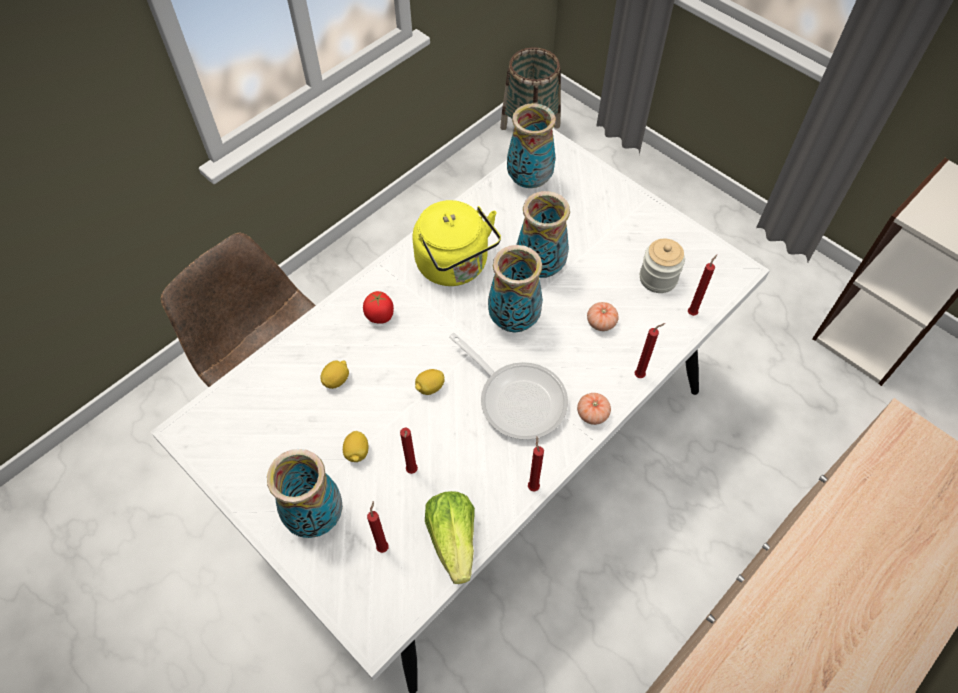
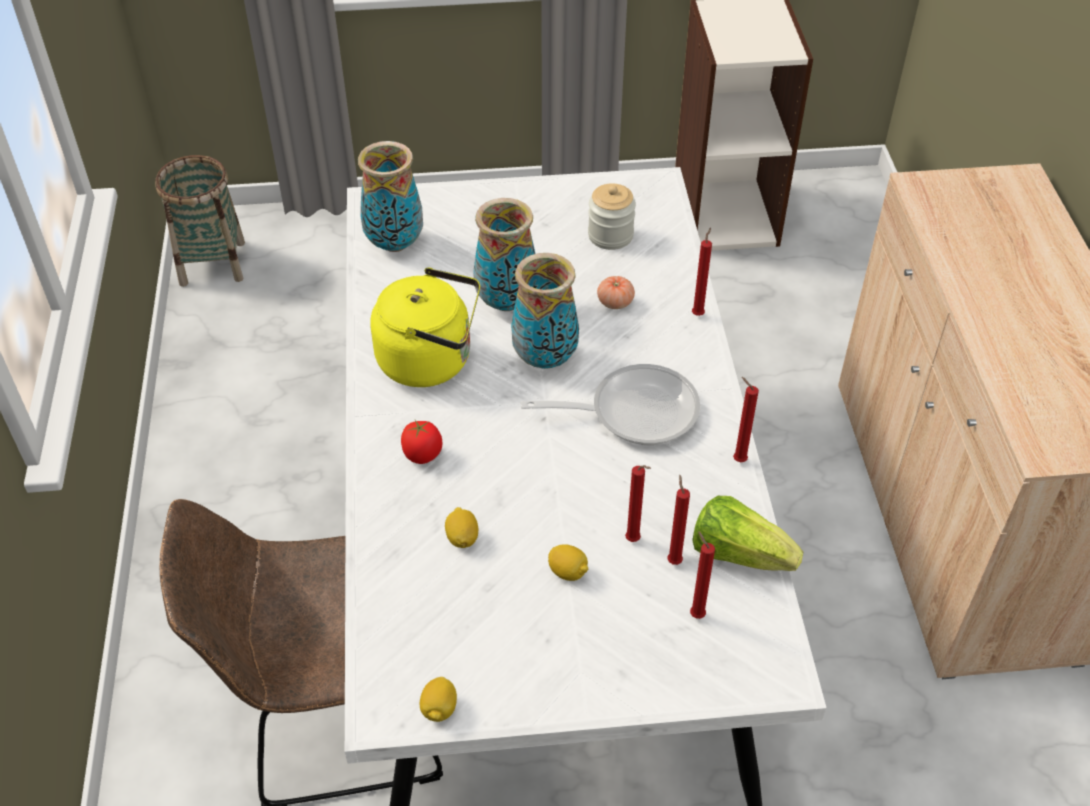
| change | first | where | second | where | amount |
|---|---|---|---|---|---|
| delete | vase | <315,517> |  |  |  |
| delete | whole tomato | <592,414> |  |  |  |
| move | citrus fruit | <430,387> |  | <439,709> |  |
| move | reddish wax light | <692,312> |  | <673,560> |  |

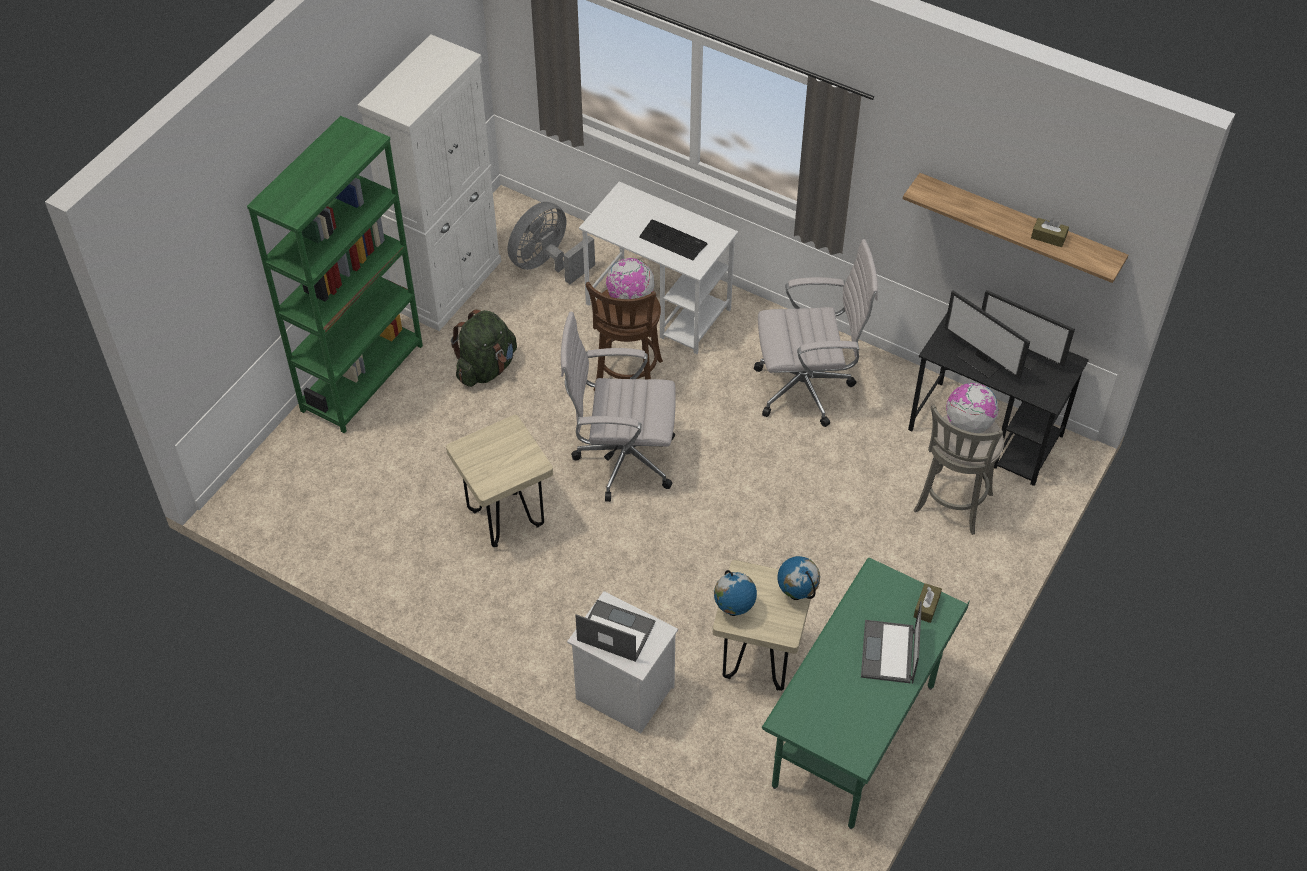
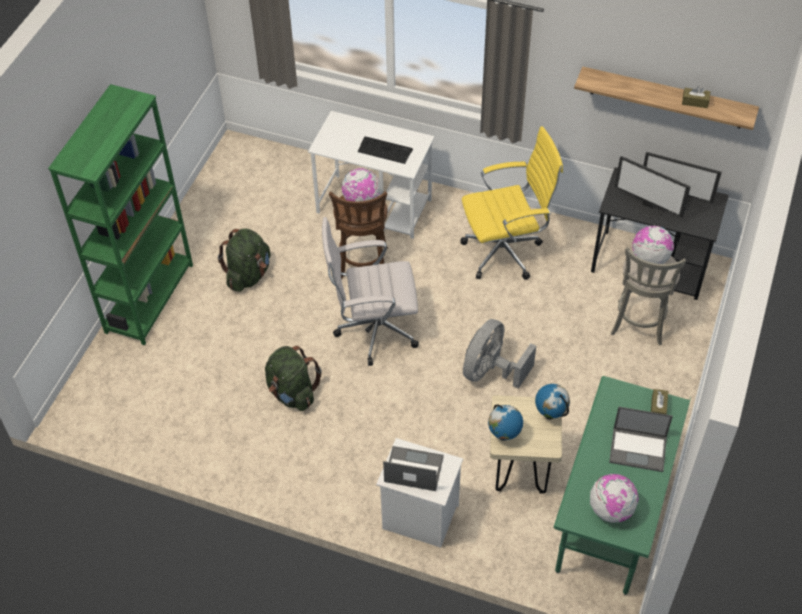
| change | first | where | second | where | amount |
|---|---|---|---|---|---|
| delete | white cabinet | <448,285> |  |  |  |
| insert |  |  | globe | <611,509> |  |
| move | greyish cooling fan | <547,264> |  | <491,371> |  |
| replace | sand-coloured stool | <506,519> | green-coloured knapsack | <292,393> |  |
| recolor | white desk chair | <808,388> | yellow desk chair | <506,252> |  |
| rotate | laptop | <889,653> |  | <638,449> | 75 degrees counterclockwise |

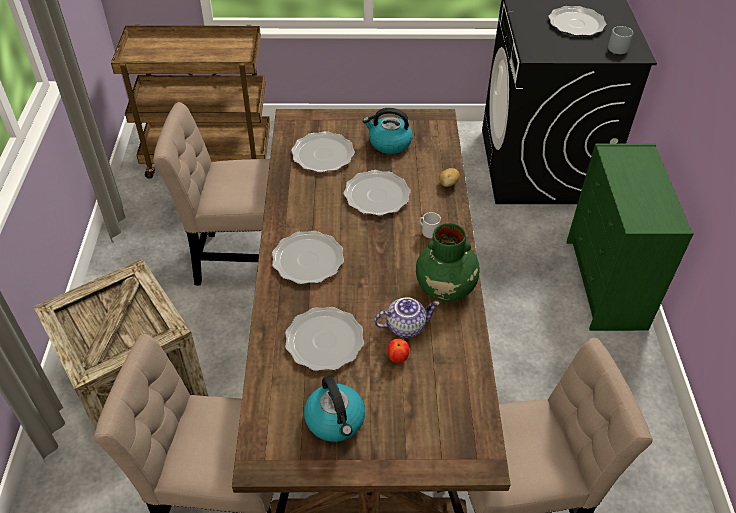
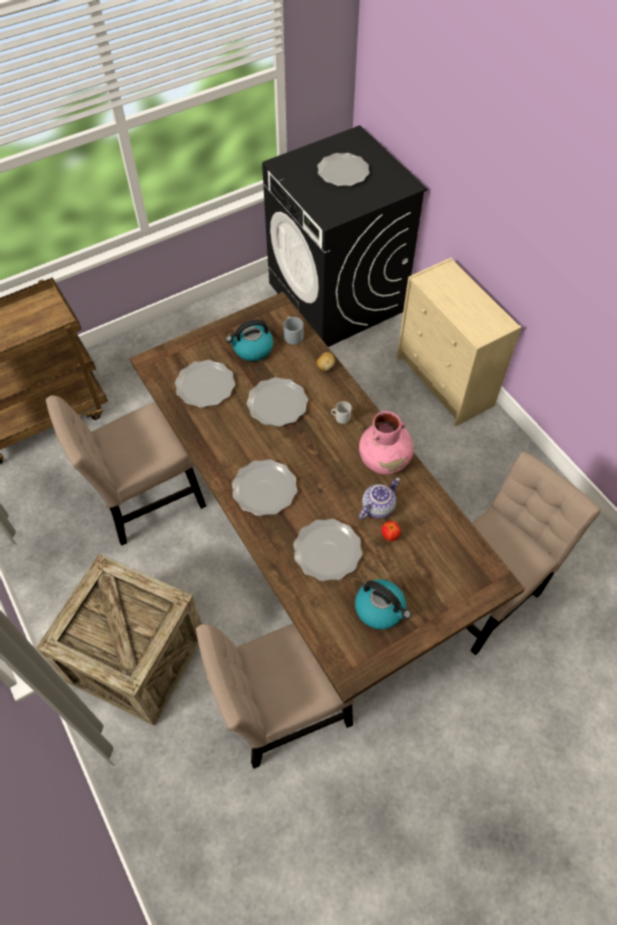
| change | first | where | second | where | amount |
|---|---|---|---|---|---|
| move | greyish coffee mug | <617,46> |  | <292,334> |  |
| recolor | green-coloured vase | <445,288> | pink vase | <384,460> |  |
| recolor | green-coloured chest of drawers | <605,285> | sand-coloured chest of drawers | <445,382> |  |

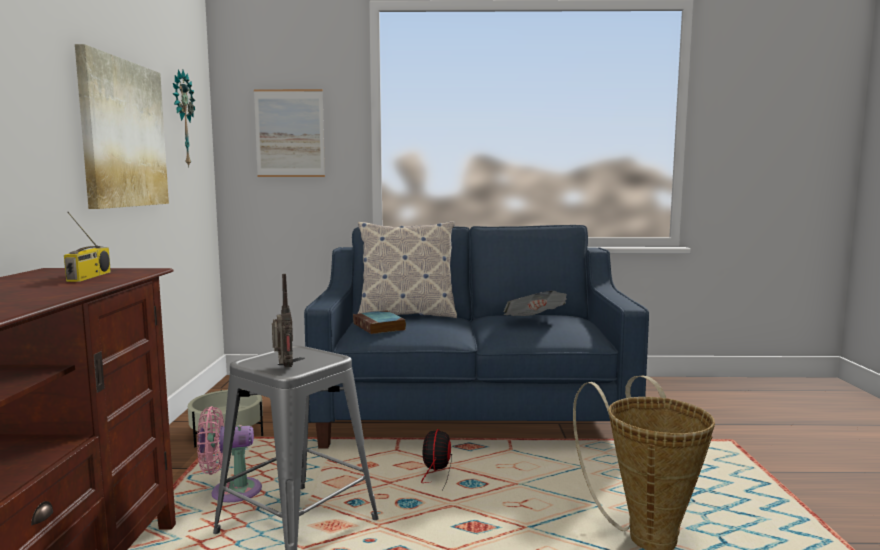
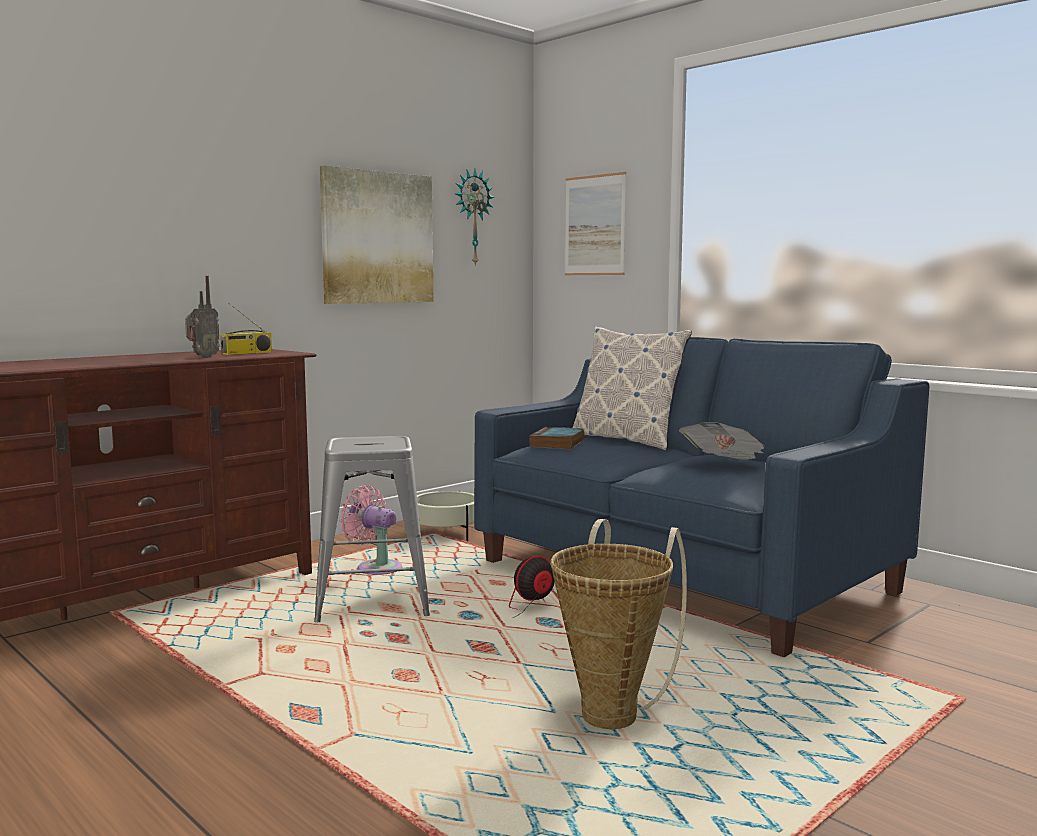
| change | first | where | second | where | amount |
|---|---|---|---|---|---|
| move | radio receiver | <283,367> |  | <202,357> |  |

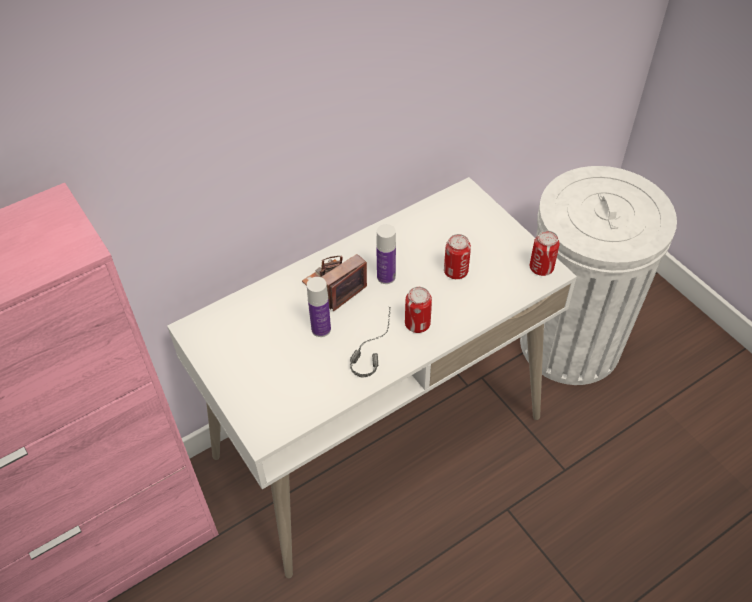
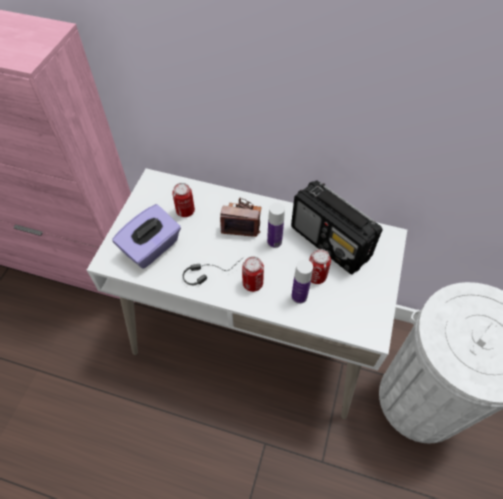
| change | first | where | second | where | amount |
|---|---|---|---|---|---|
| insert |  |  | purplish tissue box | <152,248> |  |
| insert |  |  | radio receiver | <330,243> |  |
| move | bottle | <321,329> |  | <299,296> |  |
| move | sealed can | <541,268> |  | <185,211> |  |

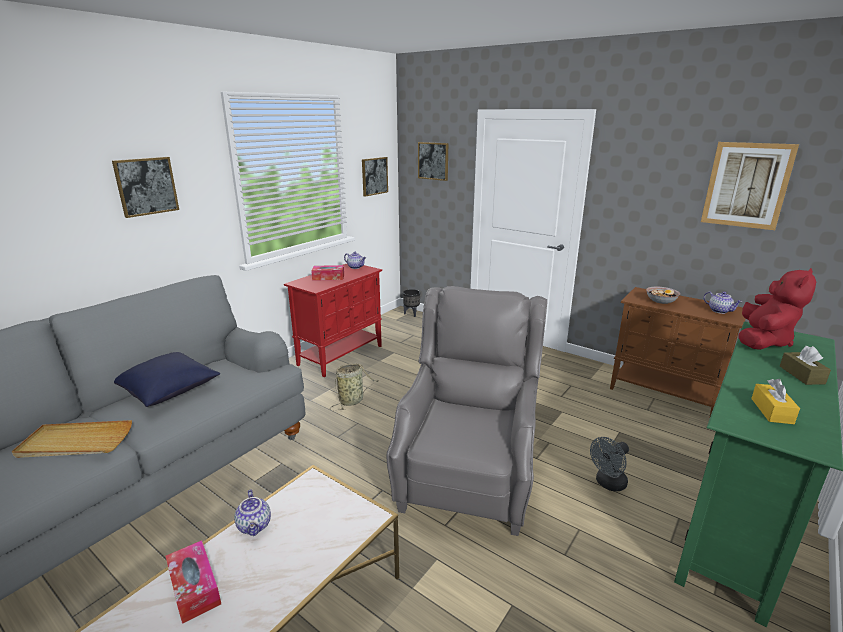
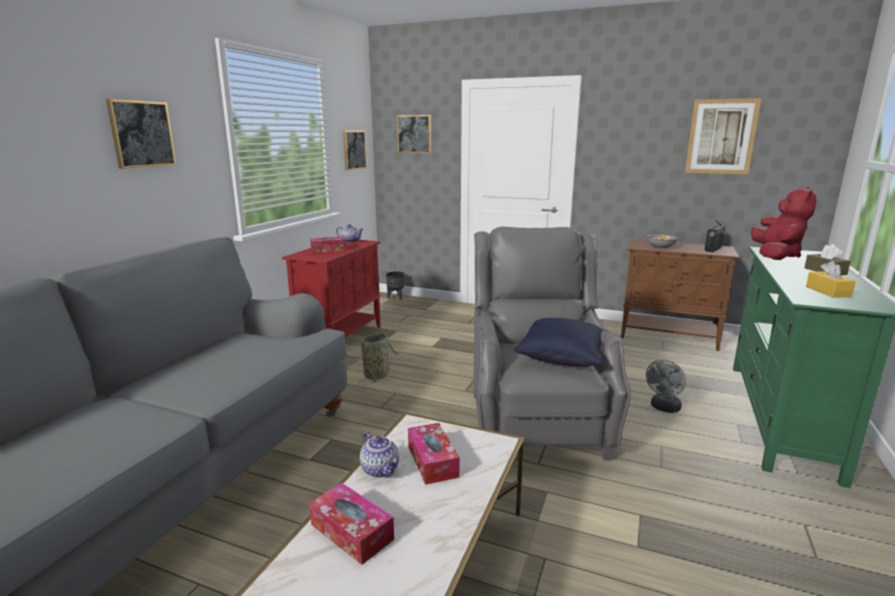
| change | first | where | second | where | amount |
|---|---|---|---|---|---|
| delete | sand-coloured tray | <75,442> |  |  |  |
| insert |  |  | tissue box | <432,461> |  |
| move | blue-coloured cushion | <169,391> |  | <562,357> |  |
| replace | pot for tea | <720,311> | radio receiver | <713,249> |  |

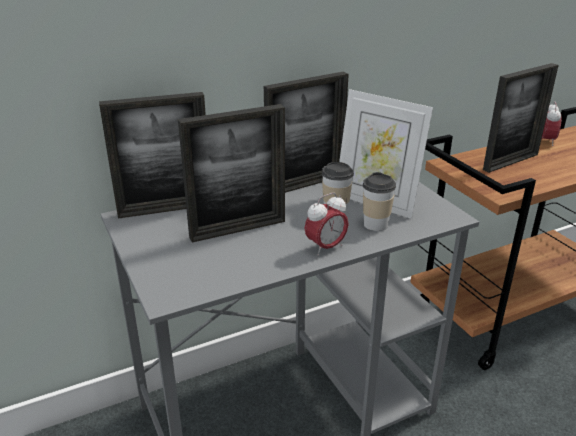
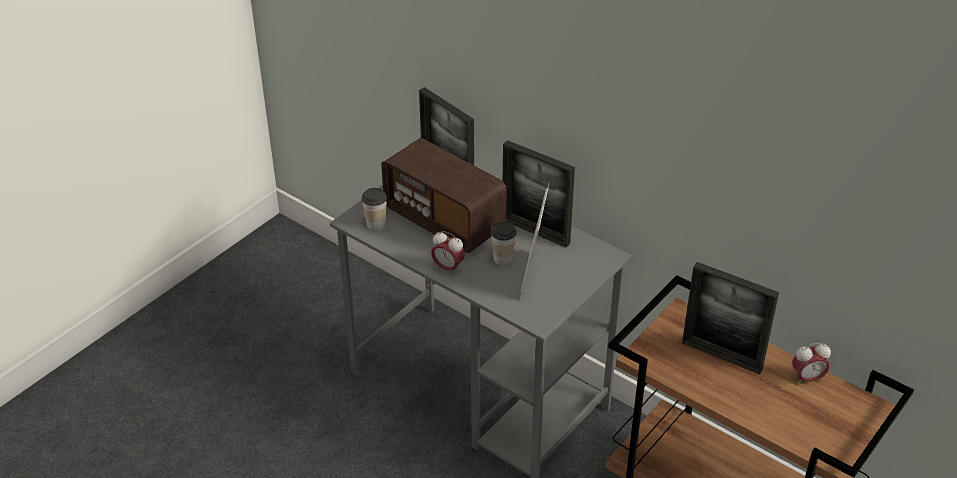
| change | first | where | second | where | amount |
|---|---|---|---|---|---|
| move | small cup | <375,224> |  | <376,224> |  |
| replace | photo frame | <238,229> | radio receiver | <444,221> |  |

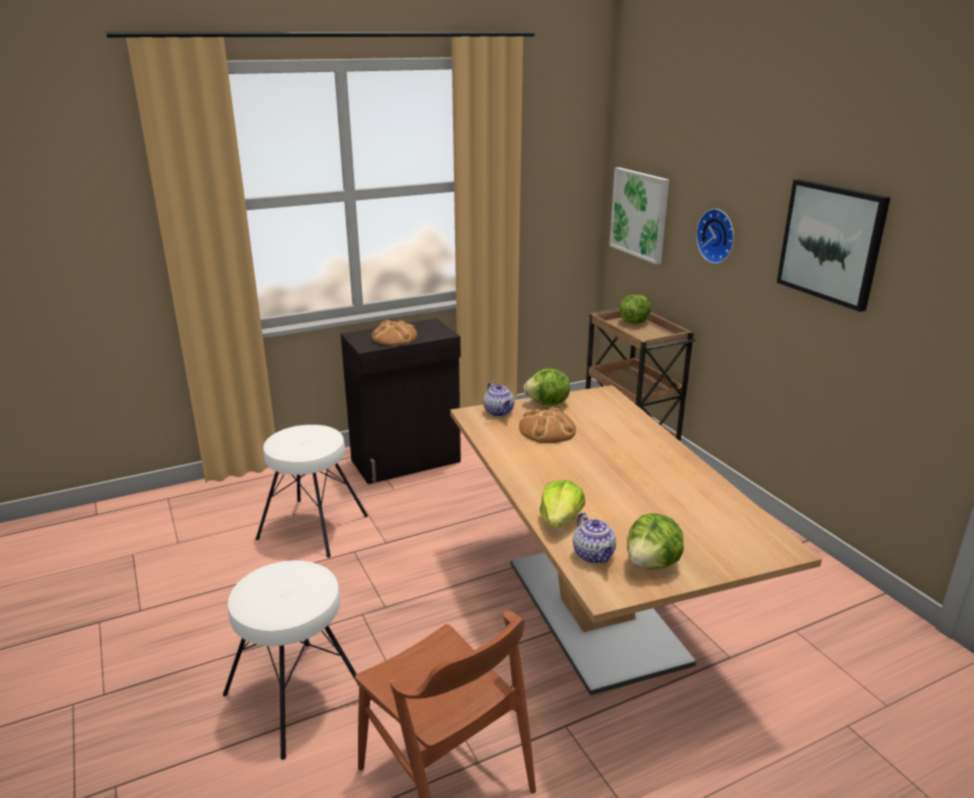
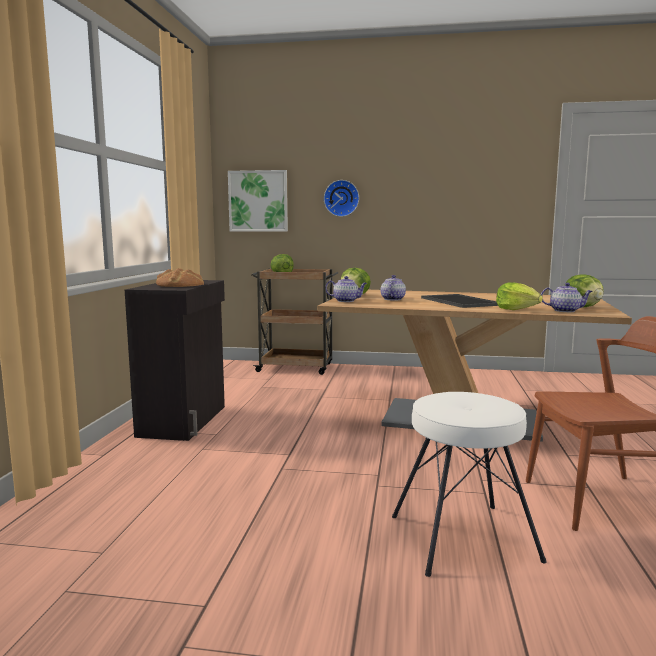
| change | first | where | second | where | amount |
|---|---|---|---|---|---|
| delete | white stool | <313,526> |  |  |  |
| delete | wall art | <831,243> |  |  |  |
| insert |  |  | tray | <458,301> |  |
| replace | baked bread | <547,430> | pot for tea | <392,299> |  |

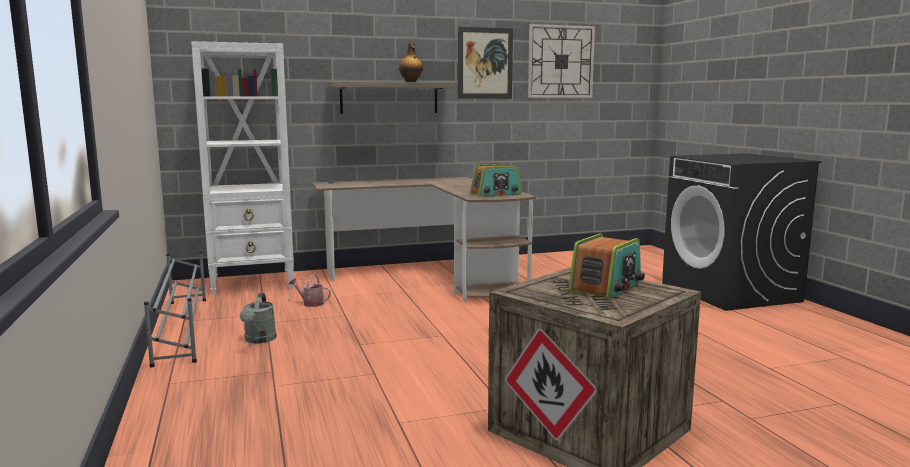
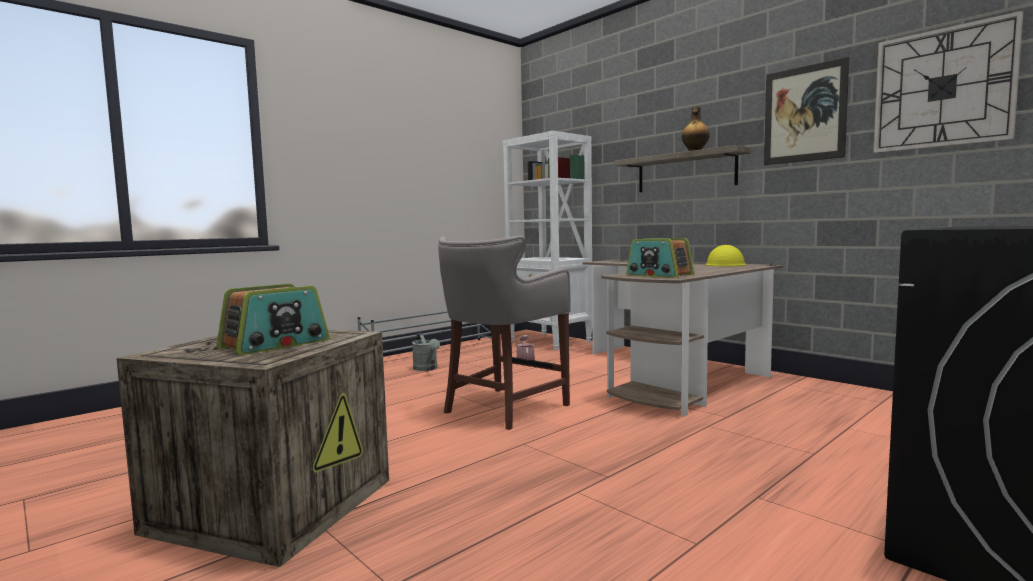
| change | first | where | second | where | amount |
|---|---|---|---|---|---|
| insert |  |  | greyish stool | <502,409> |  |
| insert |  |  | yellow work helmet | <725,264> |  |
| rotate | greyish watering can | <259,340> |  | <427,369> | 90 degrees counterclockwise |
| rotate | radio receiver | <606,288> |  | <275,344> | 60 degrees counterclockwise |

